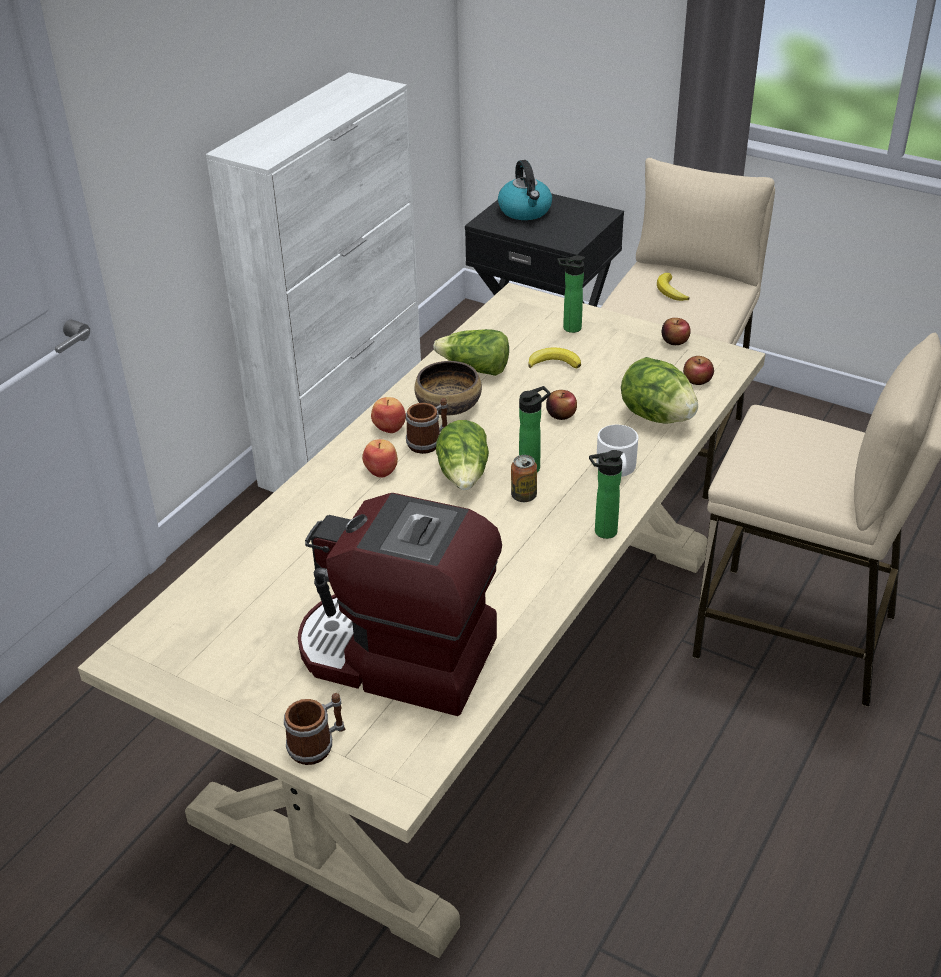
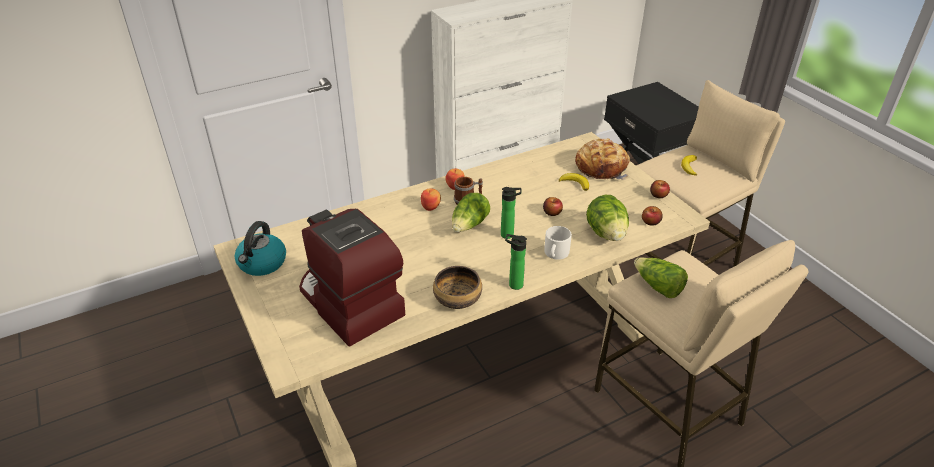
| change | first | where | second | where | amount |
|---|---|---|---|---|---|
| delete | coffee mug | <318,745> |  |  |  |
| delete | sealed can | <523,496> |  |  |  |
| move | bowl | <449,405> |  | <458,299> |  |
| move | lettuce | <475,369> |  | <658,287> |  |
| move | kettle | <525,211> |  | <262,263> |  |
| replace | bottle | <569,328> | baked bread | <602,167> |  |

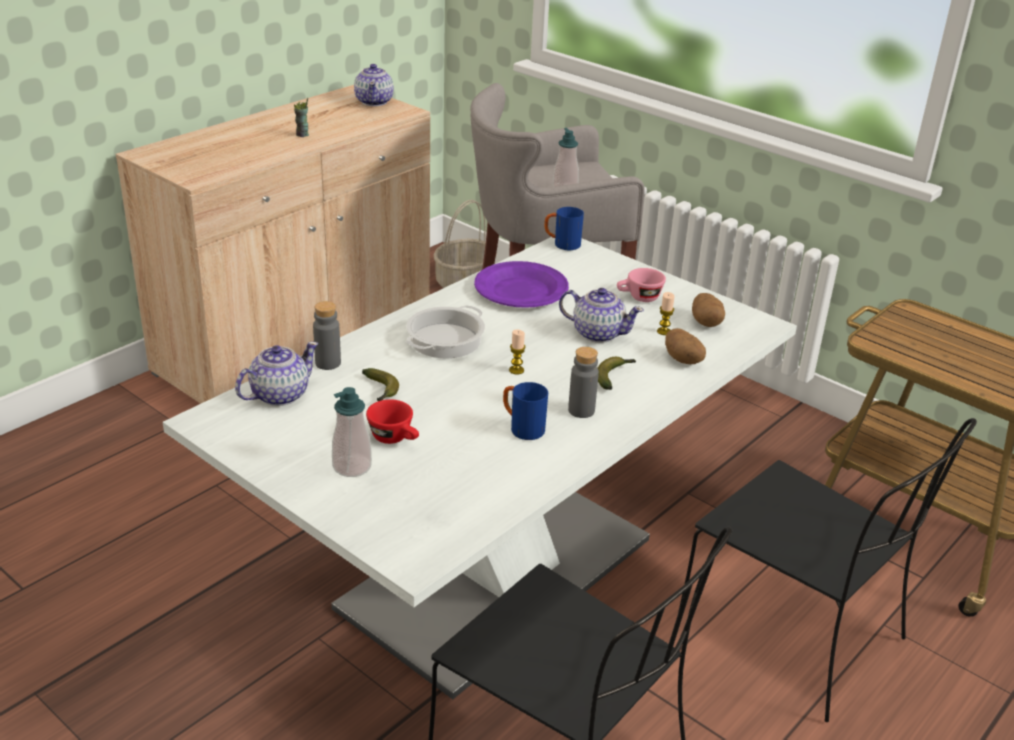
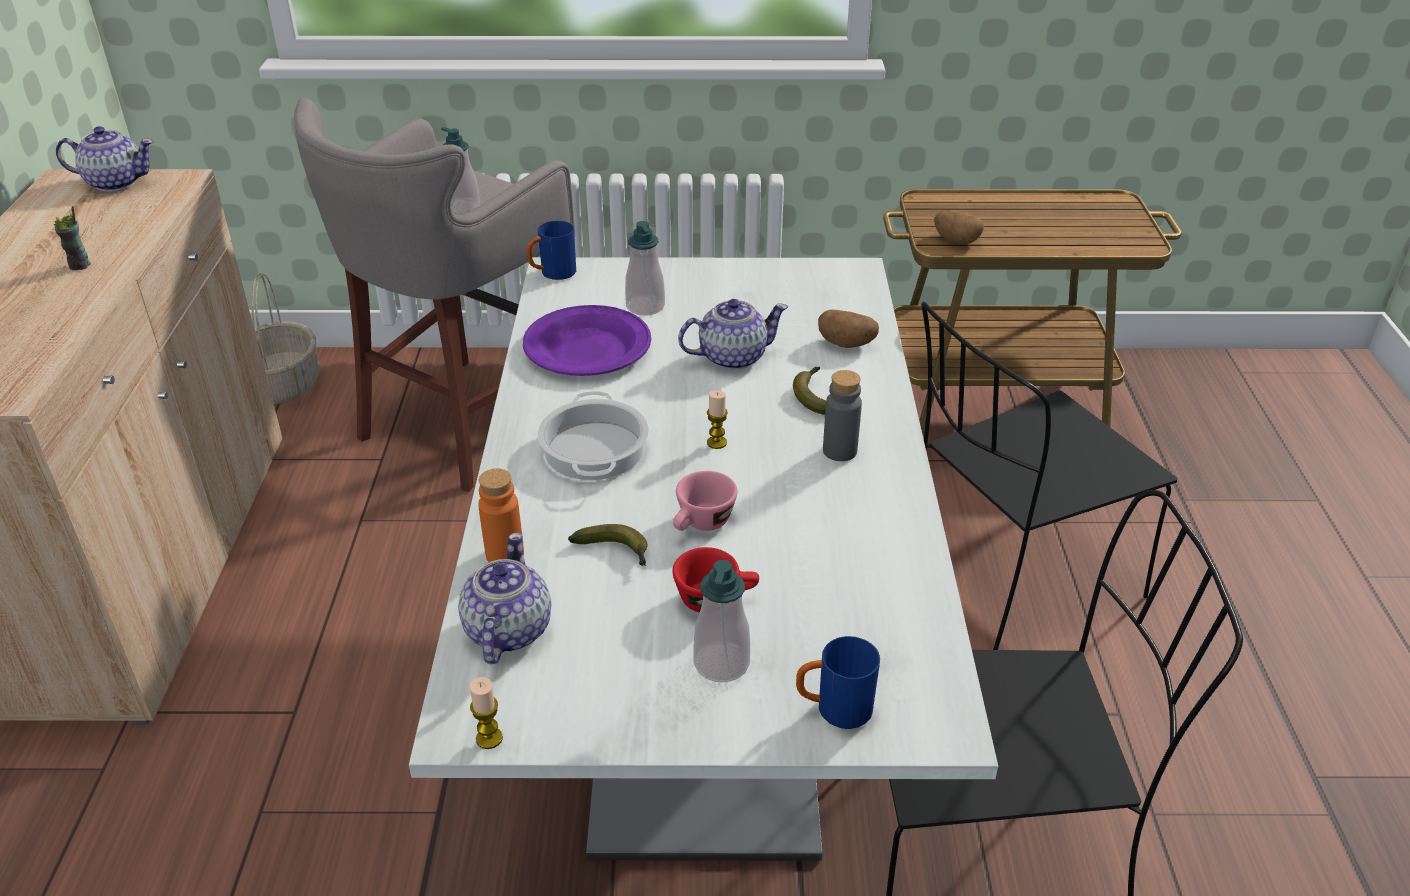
| change | first | where | second | where | amount |
|---|---|---|---|---|---|
| insert |  |  | liquid soap bottle | <645,306> |  |
| move | blue-coloured coffee mug | <522,428> |  | <833,709> |  |
| move | pink small cup | <639,298> |  | <701,524> |  |
| move | wax light | <664,331> |  | <489,738> |  |
| move | spud | <706,322> |  | <956,240> |  |
| recolor | greyish bottle | <328,363> | orangey bottle | <505,554> |  |
| rotate | pot for tea | <374,101> |  | <115,182> | 45 degrees counterclockwise |
| rotate | black-coloured plain chair | <795,636> |  | <1010,578> | 150 degrees clockwise |

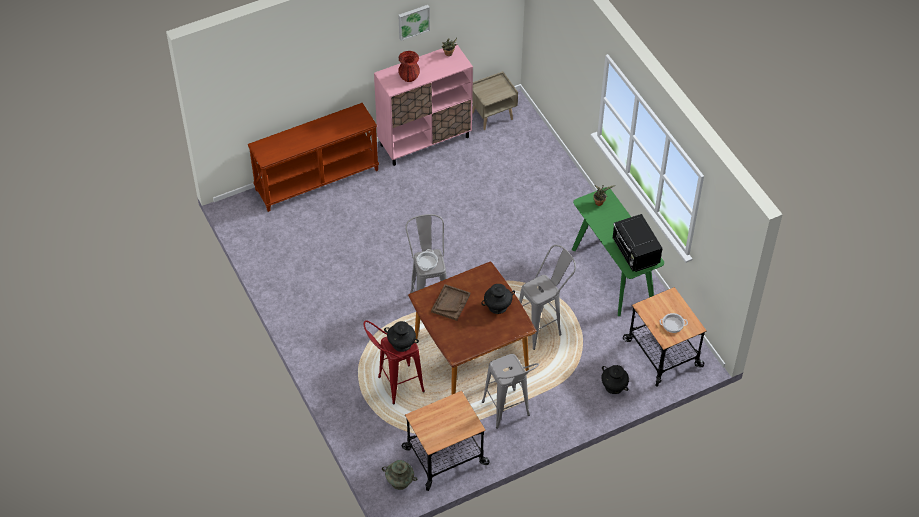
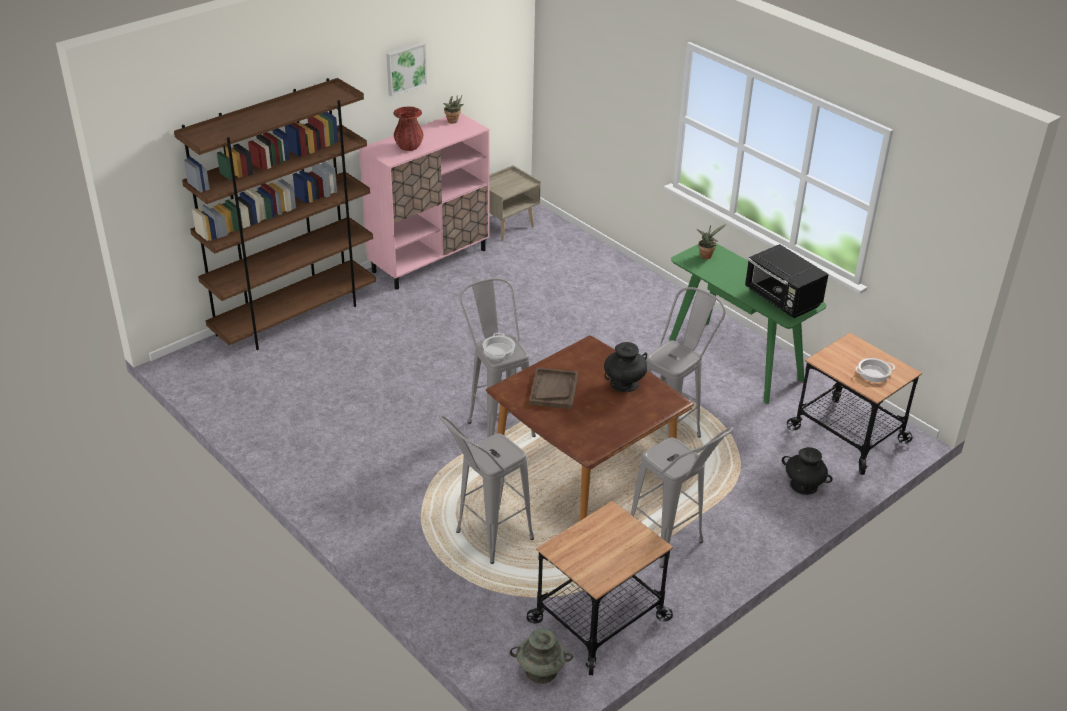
| change | first | where | second | where | amount |
|---|---|---|---|---|---|
| delete | black-coloured vase | <401,344> |  |  |  |
| replace | brown-coloured console table | <317,179> | brown-coloured bookcase | <295,316> |  |
| recolor | reddish stool | <394,387> | greyish stool | <485,541> |  |

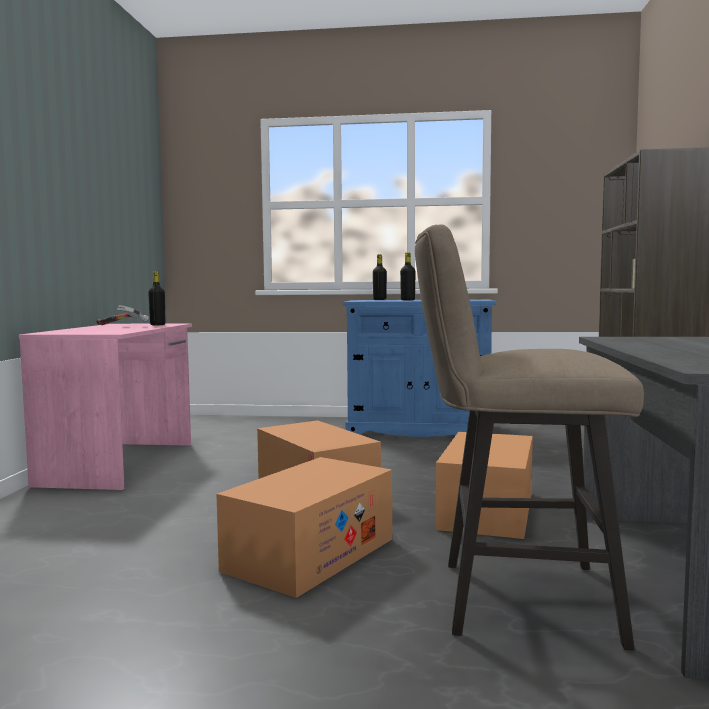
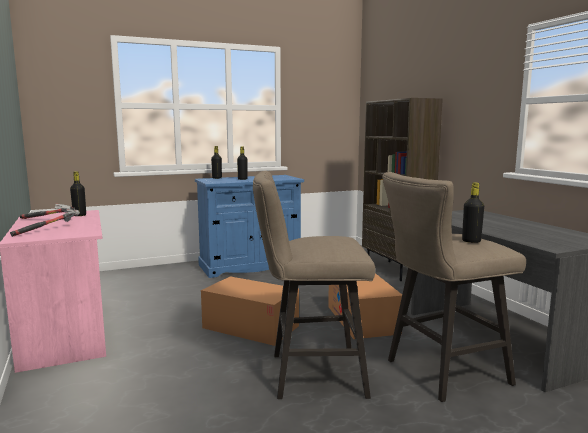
| change | first | where | second | where | amount |
|---|---|---|---|---|---|
| insert |  |  | tool hammer | <47,230> |  |
| insert |  |  | black-coloured bottle | <471,241> |  |
| replace | carton | <310,554> | sand-coloured stool | <309,374> |  |

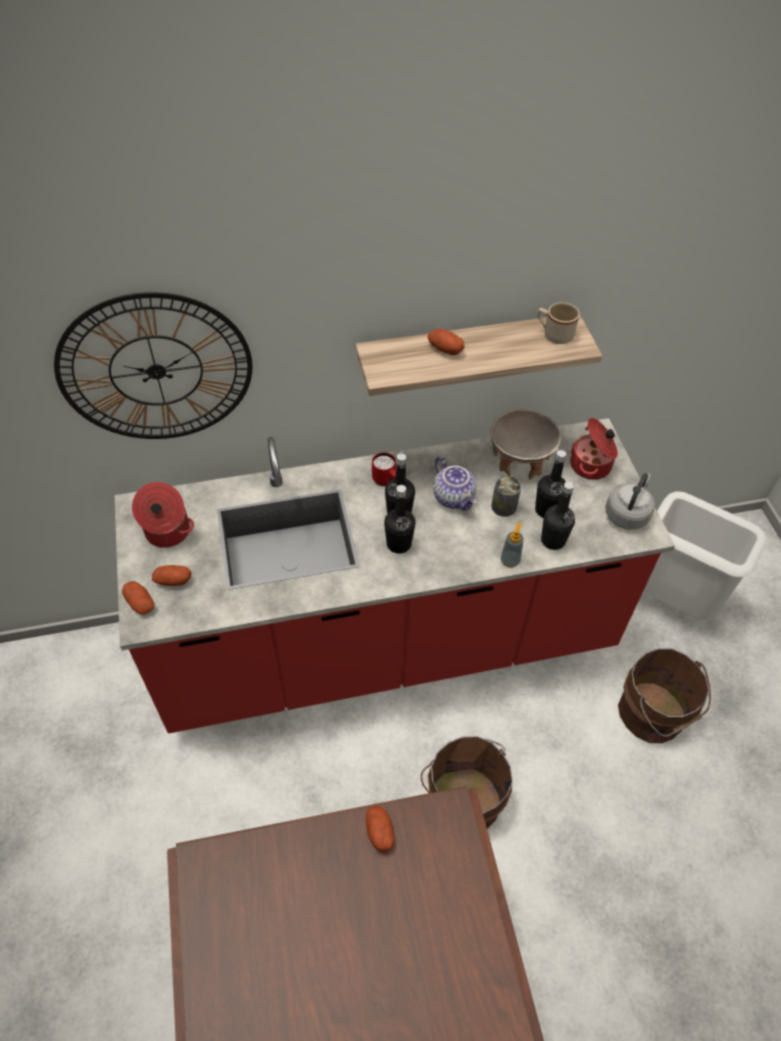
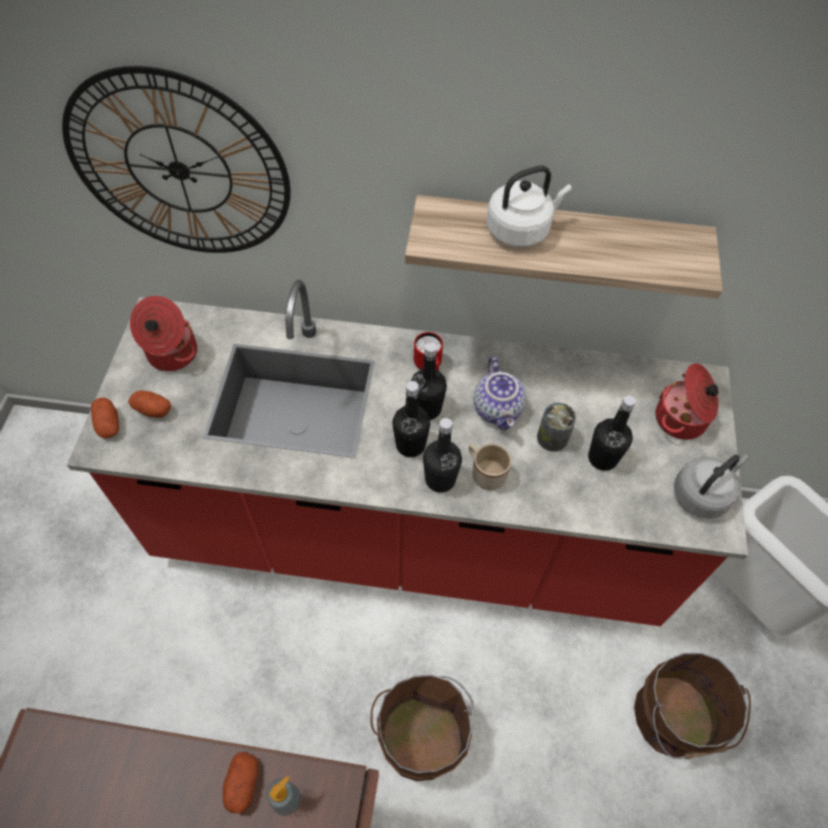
| change | first | where | second | where | amount |
|---|---|---|---|---|---|
| delete | sand-coloured bowl | <520,460> |  |  |  |
| move | liquid soap bottle | <510,560> |  | <286,799> |  |
| move | sand-coloured coffee mug | <554,334> |  | <485,472> |  |
| move | black-coloured bottle | <553,540> |  | <440,479> |  |
| replace | spud | <445,349> | white kettle | <521,229> |  |

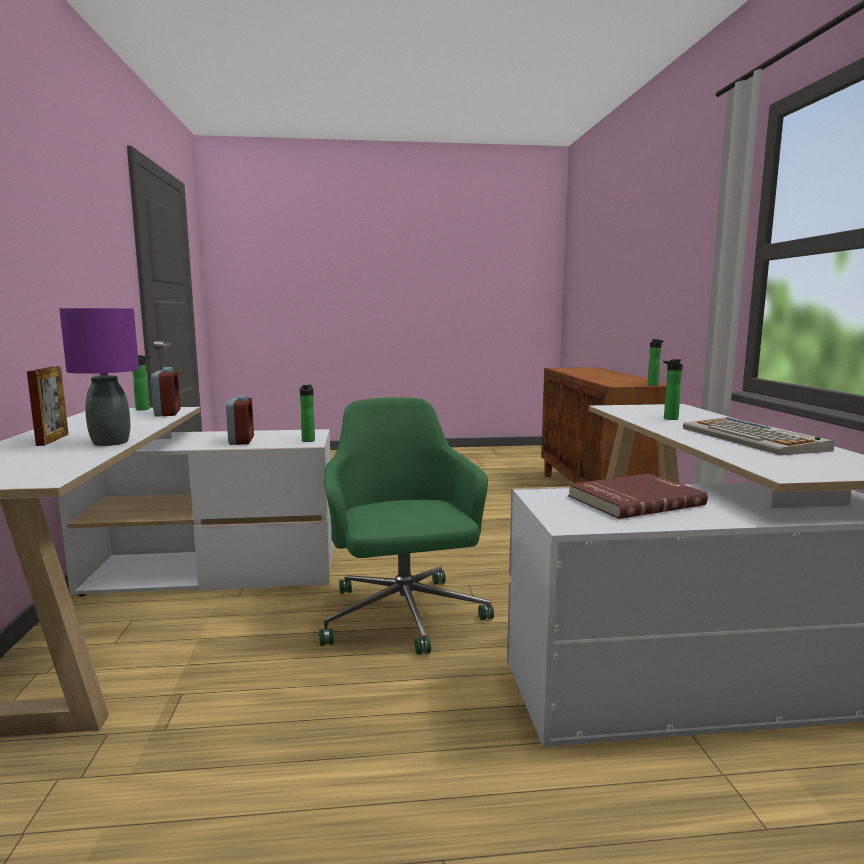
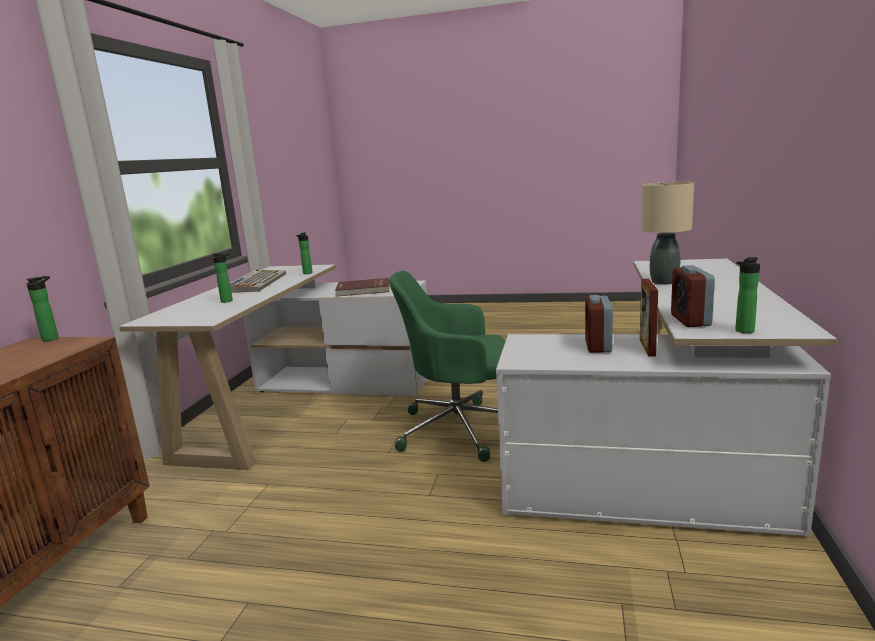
| change | first | where | second | where | amount |
|---|---|---|---|---|---|
| move | photo frame | <53,440> |  | <647,347> |  |
| move | bottle | <308,440> |  | <307,273> |  |
| recolor | purplish lamp for a table | <111,443> | sand-coloured lamp for a table | <663,282> |  |
| rotate | green-coloured desk chair | <403,617> |  | <459,429> | 90 degrees clockwise |

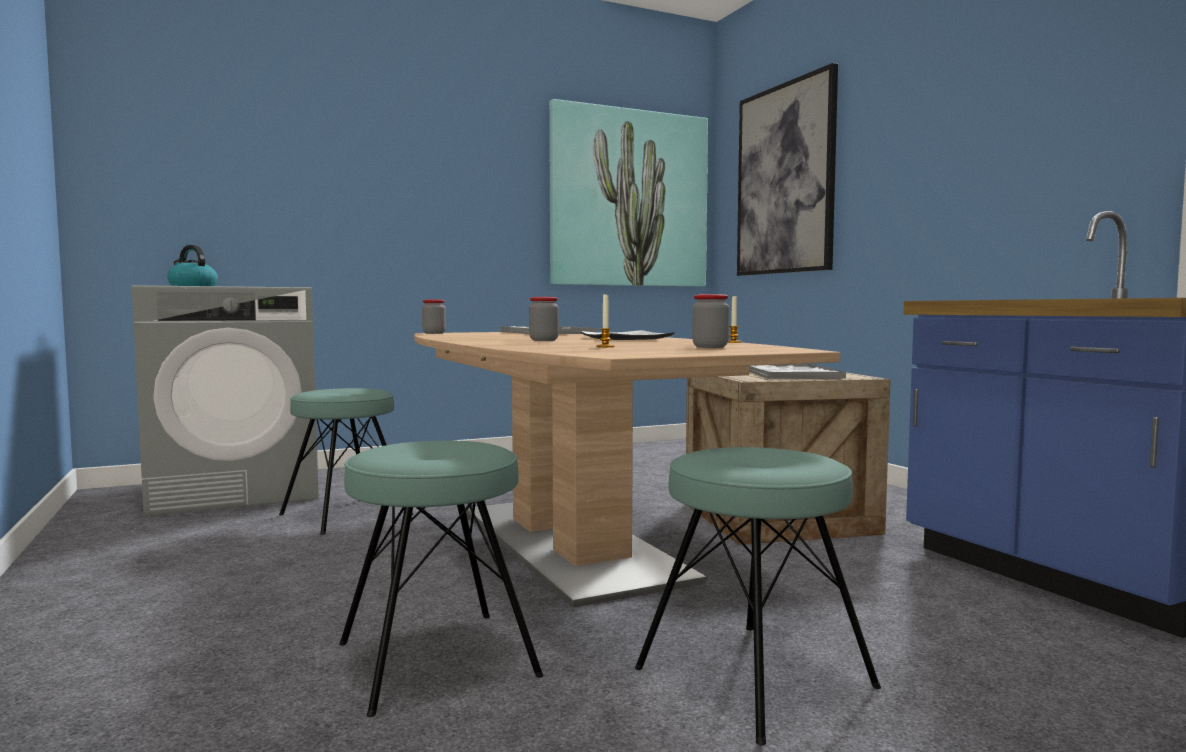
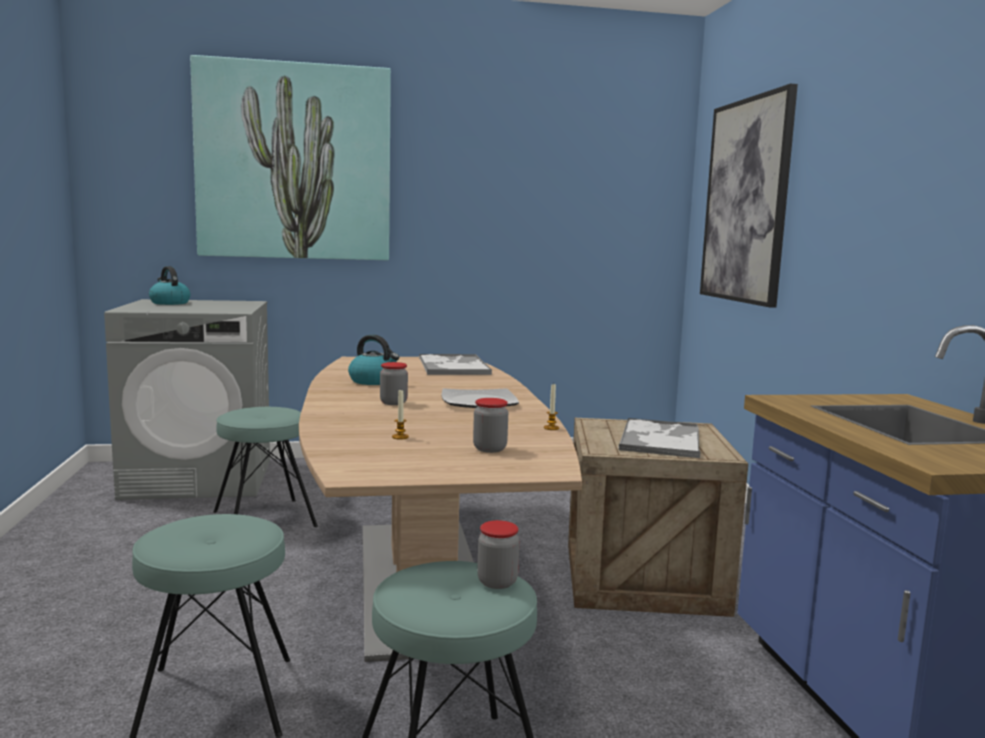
| change | first | where | second | where | amount |
|---|---|---|---|---|---|
| insert |  |  | kettle | <374,381> |  |
| move | jar | <434,333> |  | <497,582> |  |
| move | wall art | <628,199> |  | <294,163> |  |

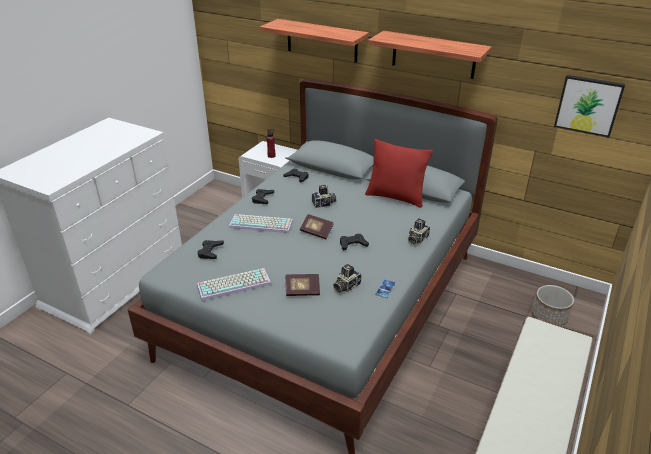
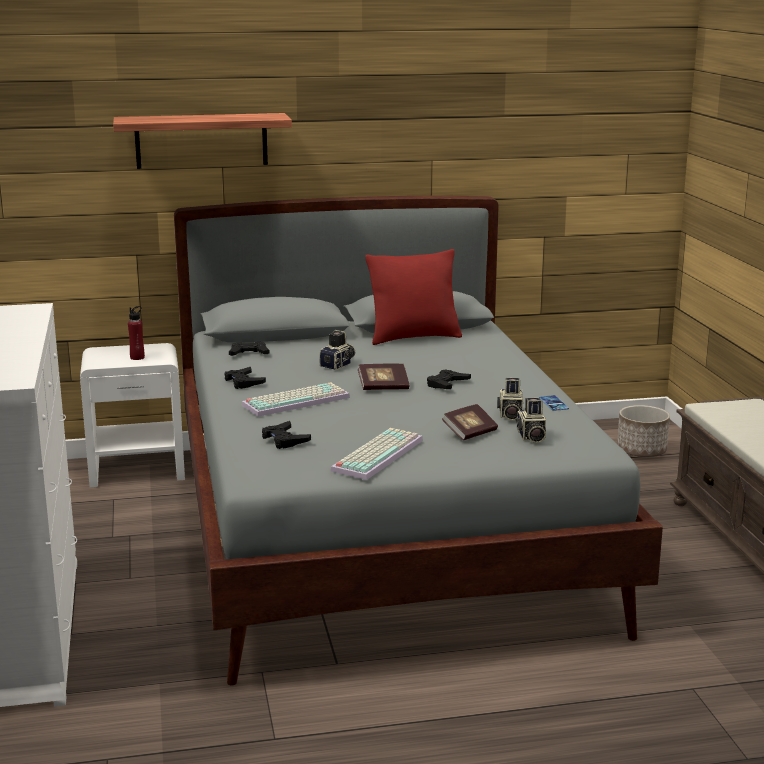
| change | first | where | second | where | amount |
|---|---|---|---|---|---|
| delete | bracket shelf | <433,55> |  |  |  |
| delete | wall art | <588,105> |  |  |  |
| move | photo camera | <417,239> |  | <530,437> |  |

